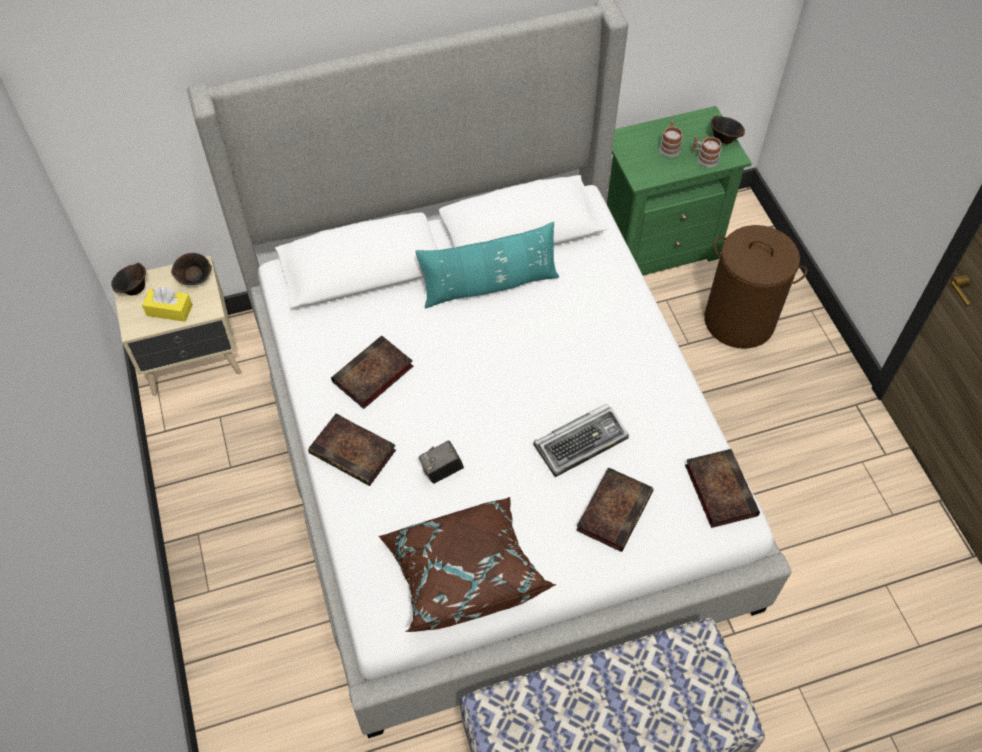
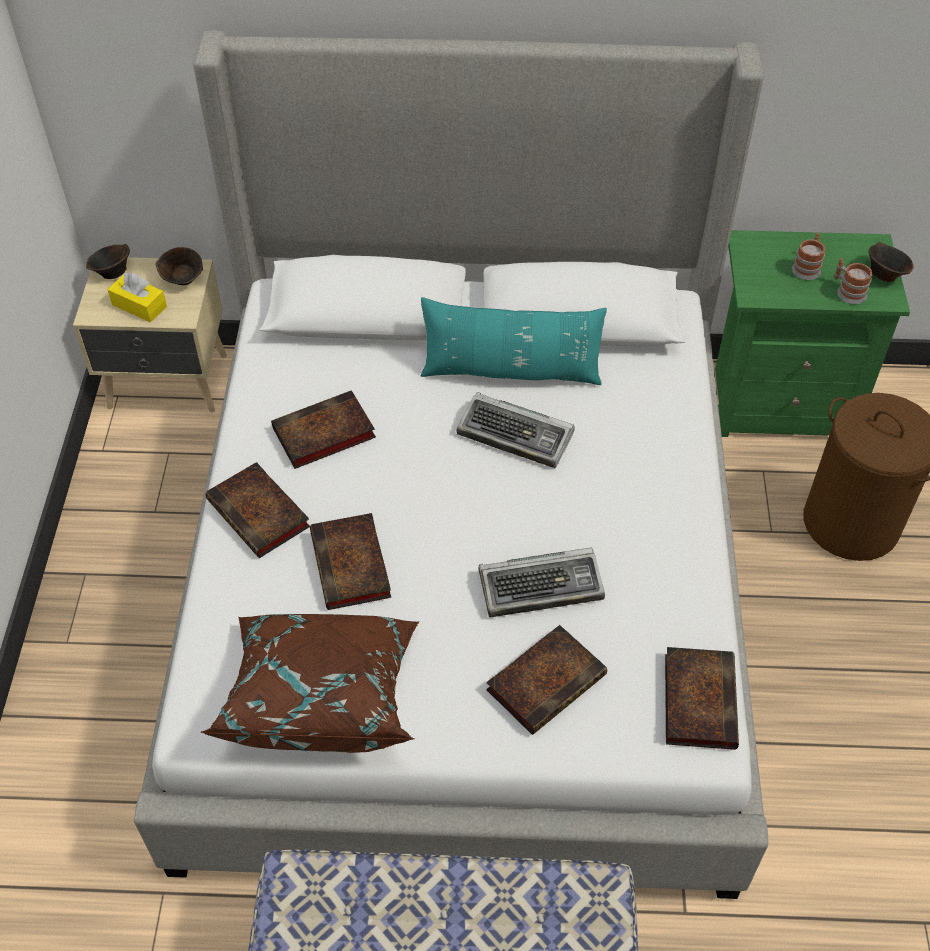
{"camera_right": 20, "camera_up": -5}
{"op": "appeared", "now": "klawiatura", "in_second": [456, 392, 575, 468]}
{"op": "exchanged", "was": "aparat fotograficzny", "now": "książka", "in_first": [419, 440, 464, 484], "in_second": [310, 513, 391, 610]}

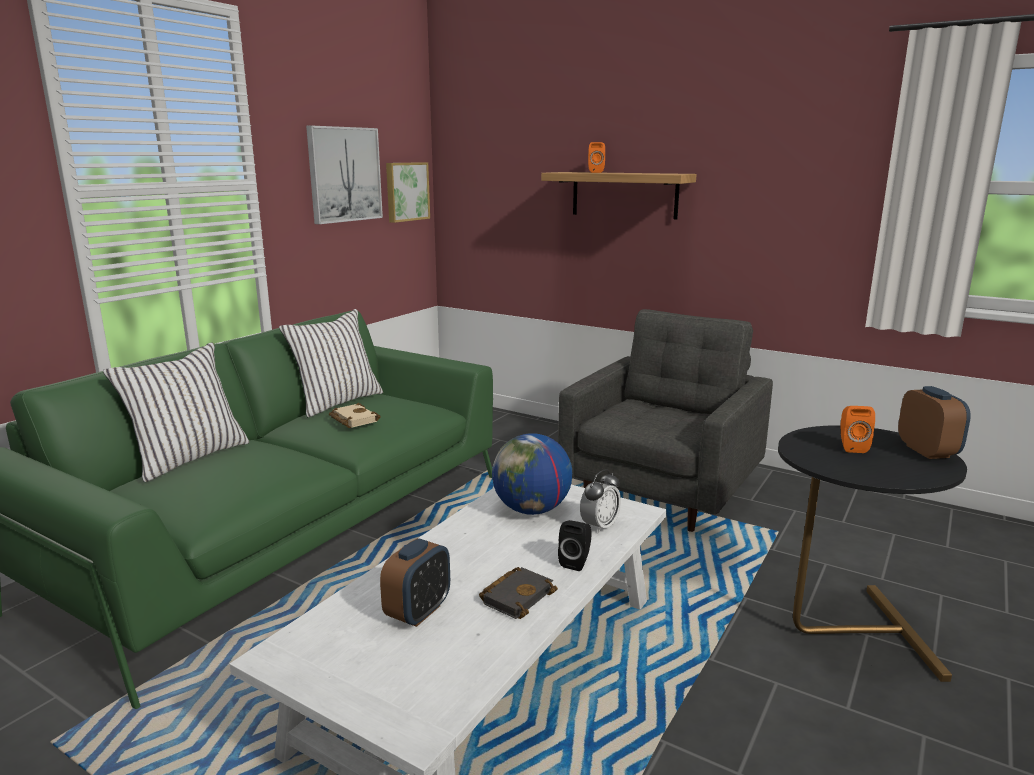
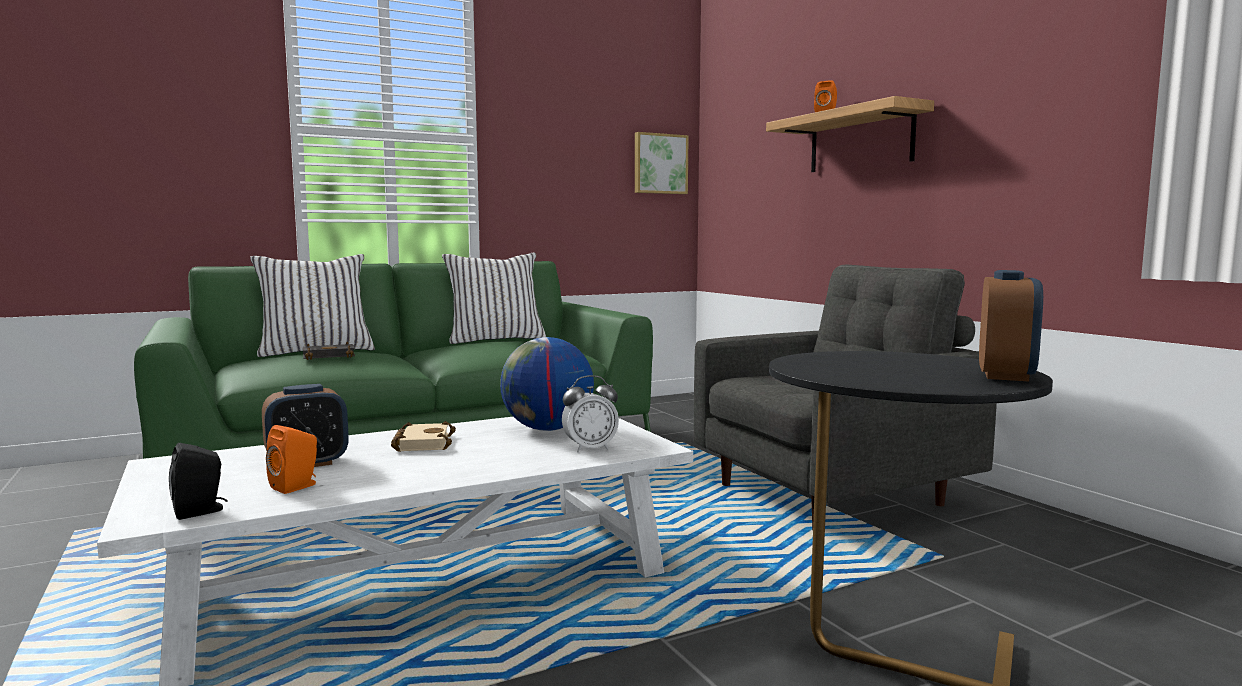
{"camera_right": 30, "camera_up": -10}
{"op": "missing", "was": "obraz", "in_first": [306, 125, 383, 224]}
{"op": "relocated", "was": "książka [beżowy]", "in_first": [329, 403, 381, 428], "in_second": [391, 421, 456, 452]}
{"op": "relocated", "was": "książka [czarny]", "in_first": [479, 567, 558, 619], "in_second": [303, 342, 355, 360]}
{"op": "relocated", "was": "głośnik [czarny]", "in_first": [558, 520, 592, 571], "in_second": [169, 443, 228, 520]}
{"op": "relocated", "was": "głośnik [pomarańczowy]", "in_first": [841, 406, 875, 453], "in_second": [266, 425, 317, 494]}

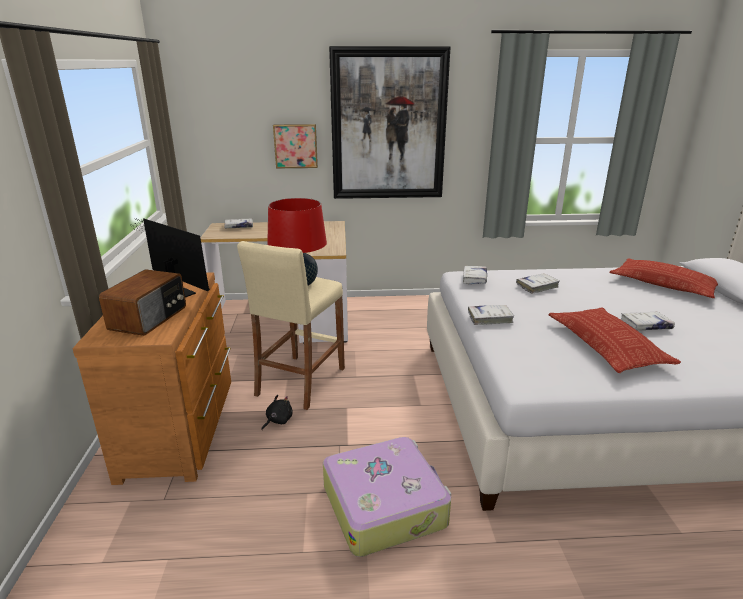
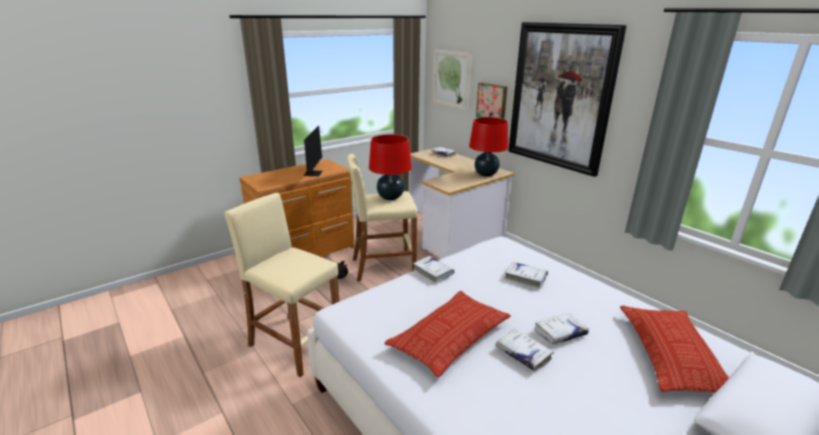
{"camera_right": 55, "camera_up": 0}
{"op": "missing", "was": "radio", "in_first": [99, 269, 186, 336]}
{"op": "appeared", "now": "obraz", "in_second": [432, 50, 472, 110]}
{"op": "appeared", "now": "lampa stołowa [czerwony]", "in_second": [469, 117, 508, 176]}
{"op": "relocated", "was": "książka [biały]", "in_first": [463, 266, 487, 284], "in_second": [534, 313, 589, 345]}
{"op": "exchanged", "was": "walizka", "now": "stołek [beżowy]", "in_first": [323, 437, 451, 557], "in_second": [224, 193, 339, 377]}

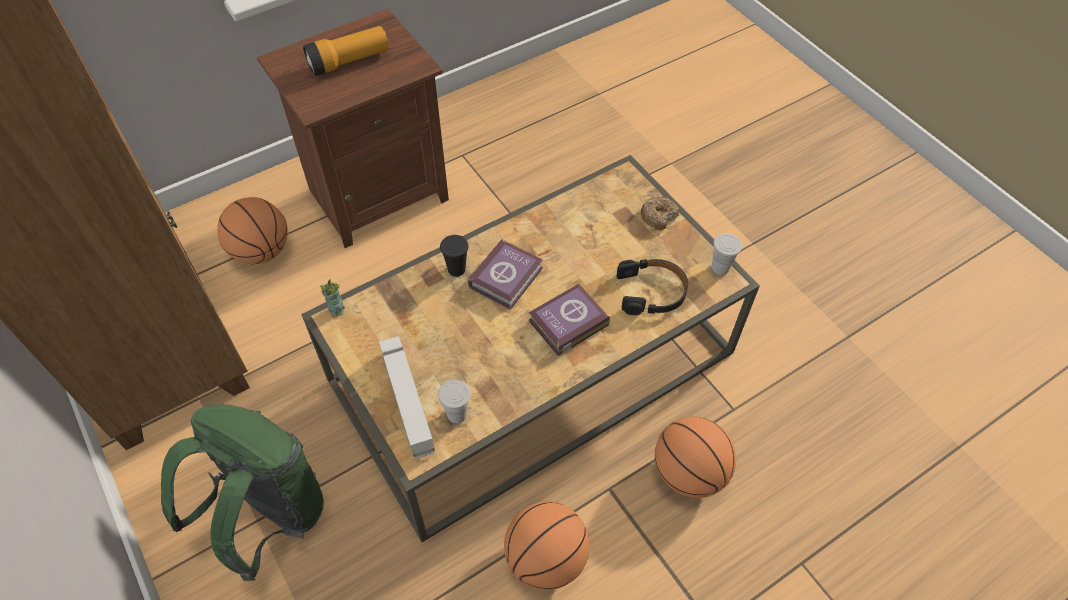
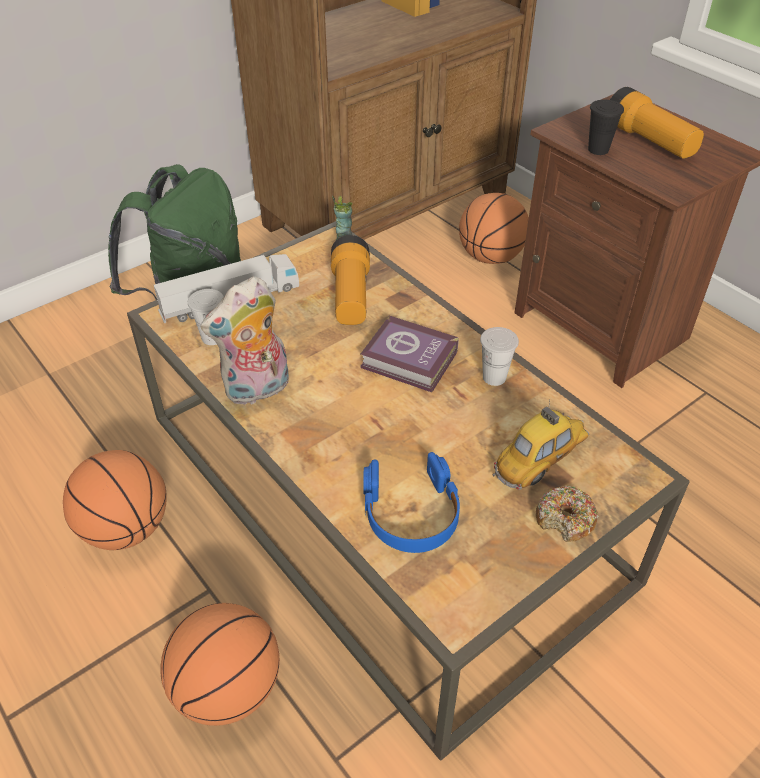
{"camera_right": 85, "camera_up": -10}
{"op": "missing", "was": "książka", "in_first": [529, 284, 610, 356]}
{"op": "appeared", "now": "pluszak", "in_second": [200, 276, 289, 405]}
{"op": "appeared", "now": "latarka", "in_second": [331, 235, 370, 325]}
{"op": "appeared", "now": "samochodzik", "in_second": [493, 399, 589, 490]}
{"op": "relocated", "was": "filiżanka [czarny]", "in_first": [440, 235, 469, 277], "in_second": [588, 100, 624, 155]}
{"op": "relocated", "was": "filiżanka [biały]", "in_first": [712, 233, 742, 275], "in_second": [480, 327, 519, 386]}
{"op": "colour", "was": "słuchawki [czarny]", "now": "słuchawki [niebieski]", "in_first": [617, 259, 688, 315], "in_second": [363, 452, 460, 553]}

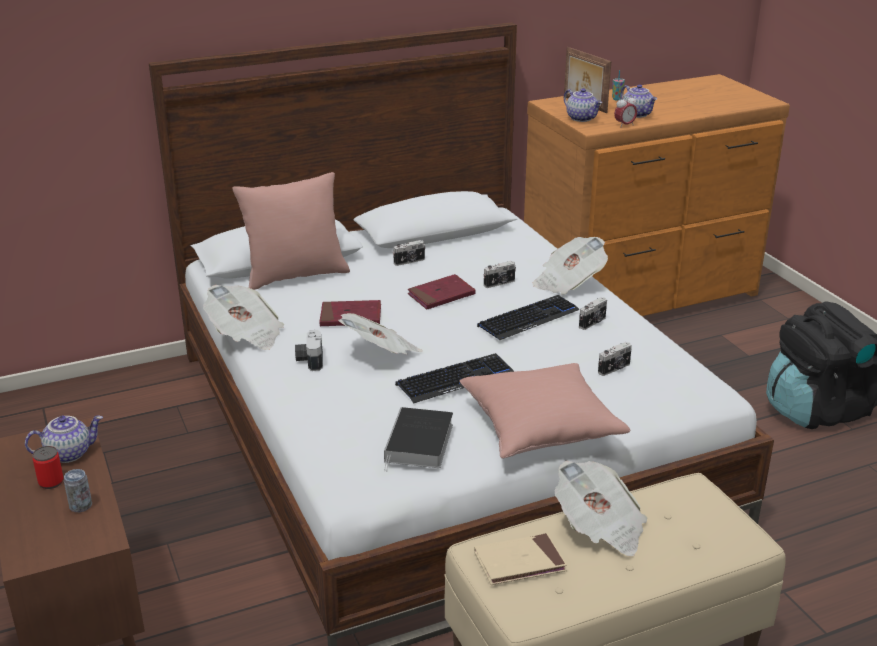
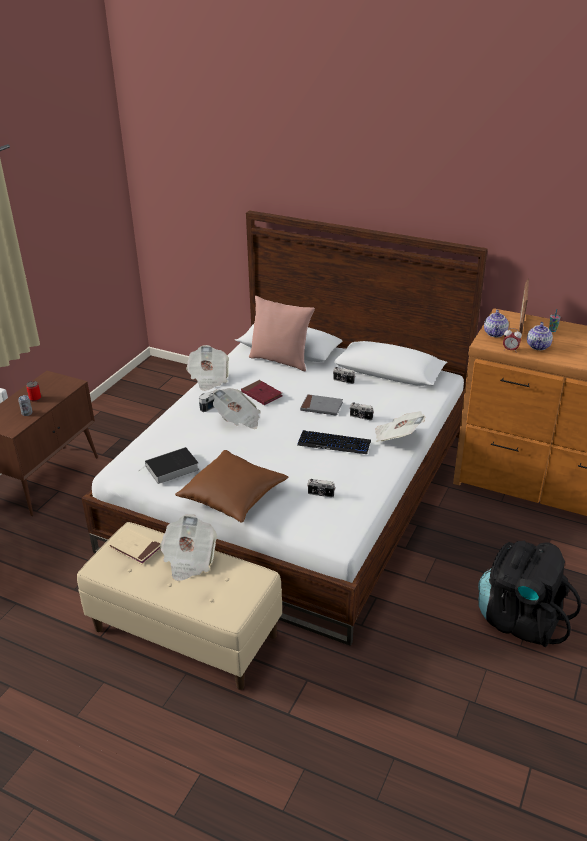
{"camera_right": 50, "camera_up": 5}
{"op": "missing", "was": "imbryk", "in_first": [25, 416, 103, 463]}
{"op": "missing", "was": "klawiatura", "in_first": [395, 353, 514, 404]}
{"op": "missing", "was": "aparat fotograficzny", "in_first": [579, 297, 607, 330]}
{"op": "colour", "was": "książka [czerwony]", "now": "książka [szary]", "in_first": [408, 274, 475, 309], "in_second": [300, 394, 343, 416]}
{"op": "colour", "was": "poduszka [różowy]", "now": "poduszka [brązowy]", "in_first": [460, 363, 630, 458], "in_second": [175, 450, 288, 523]}

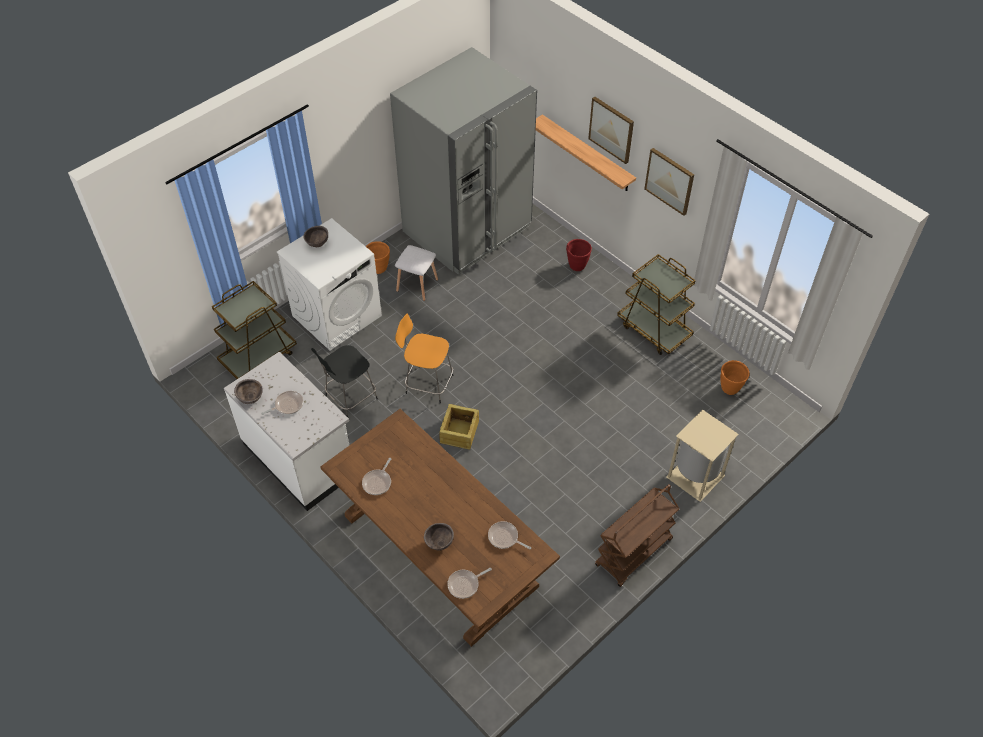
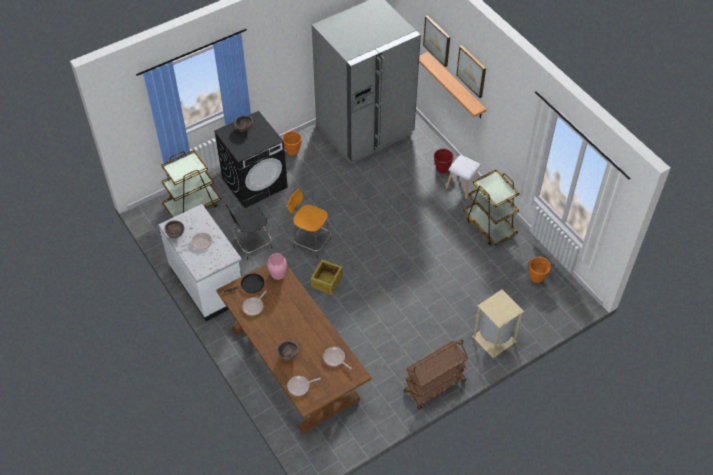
{"camera_right": 10, "camera_up": 0}
{"op": "appeared", "now": "patelnia [czarny]", "in_second": [224, 273, 265, 294]}
{"op": "appeared", "now": "wazon [różowy]", "in_second": [267, 253, 287, 280]}
{"op": "relocated", "was": "stołek [biały]", "in_first": [395, 245, 438, 301], "in_second": [446, 155, 481, 199]}
{"op": "relocated", "was": "obraz", "in_first": [644, 148, 694, 216], "in_second": [423, 15, 450, 67]}
{"op": "colour", "was": "pralka [biały]", "now": "pralka [czarny]", "in_first": [277, 218, 382, 351], "in_second": [214, 111, 288, 208]}

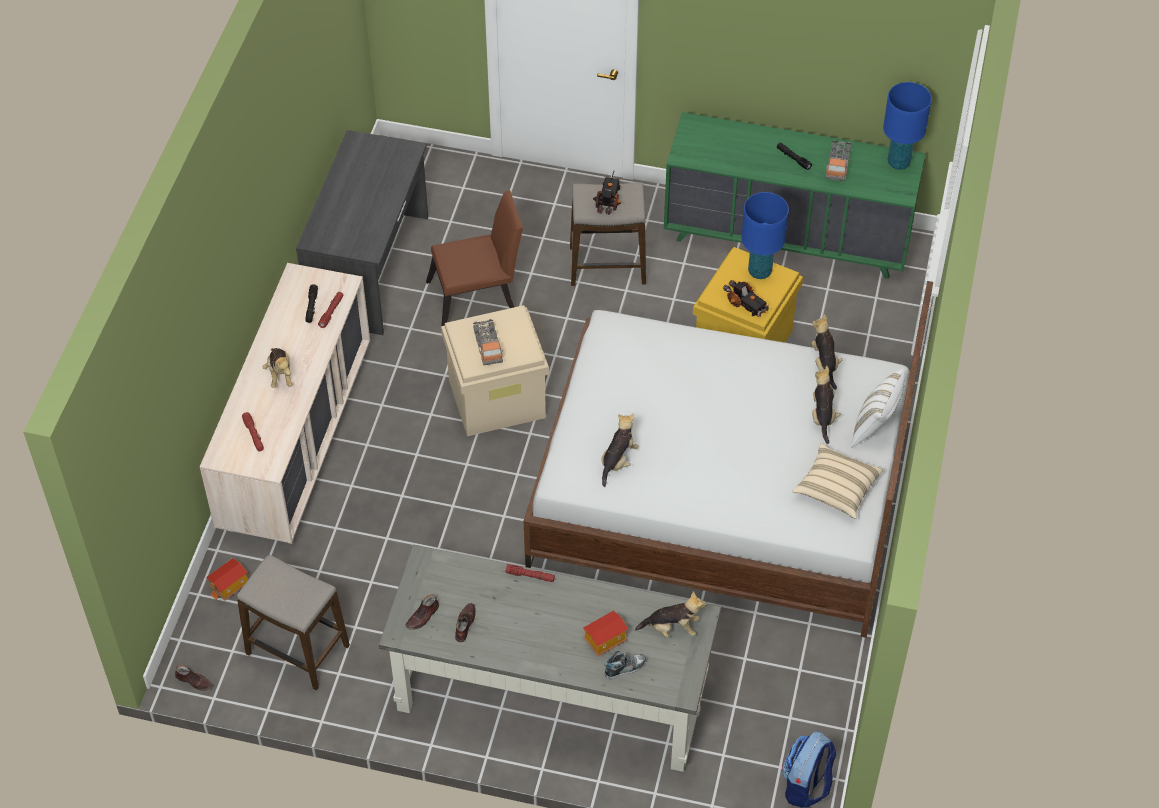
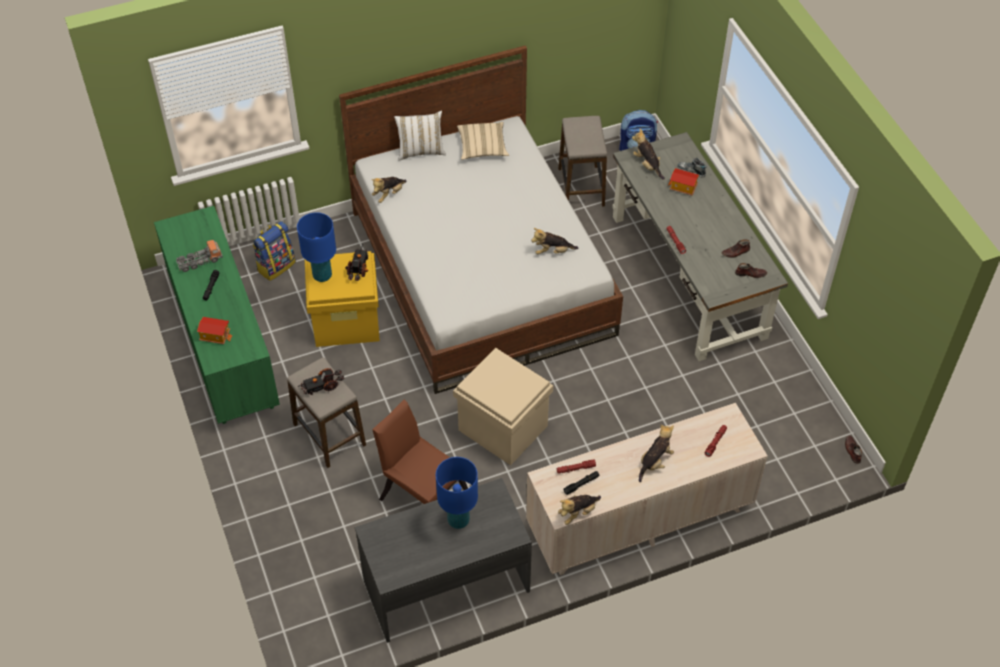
{"camera_right": -125, "camera_up": 0}
{"op": "missing", "was": "ciężarówka zabawkowa", "in_first": [473, 319, 503, 365]}
{"op": "appeared", "now": "plecak", "in_second": [253, 221, 296, 281]}
{"op": "relocated", "was": "domek", "in_first": [206, 558, 248, 601], "in_second": [197, 317, 232, 344]}
{"op": "relocated", "was": "stołek", "in_first": [237, 555, 350, 690], "in_second": [558, 116, 607, 206]}
{"op": "relocated", "was": "pluszak", "in_first": [812, 366, 840, 444], "in_second": [558, 495, 601, 525]}
{"op": "relocated", "was": "lampa stołowa [niebieski]", "in_first": [883, 82, 932, 170], "in_second": [436, 457, 478, 529]}

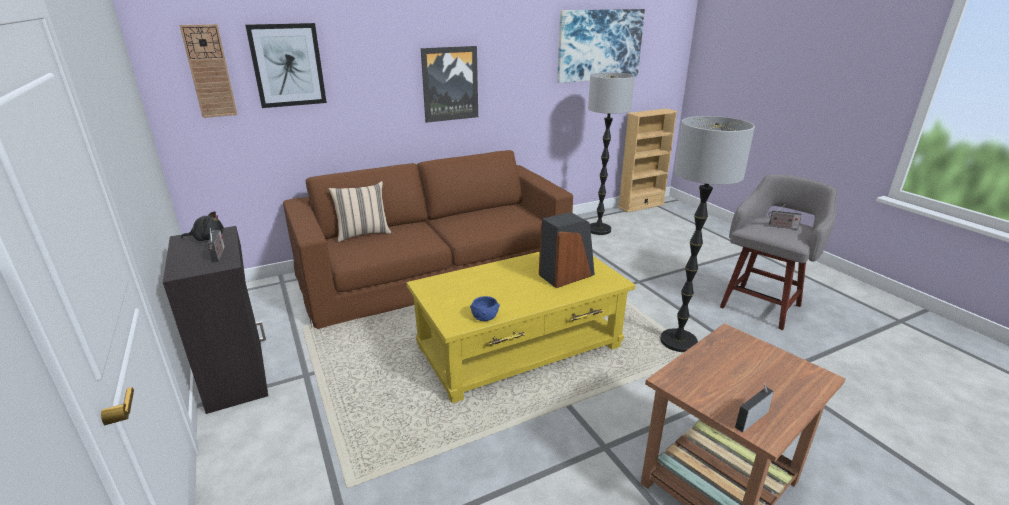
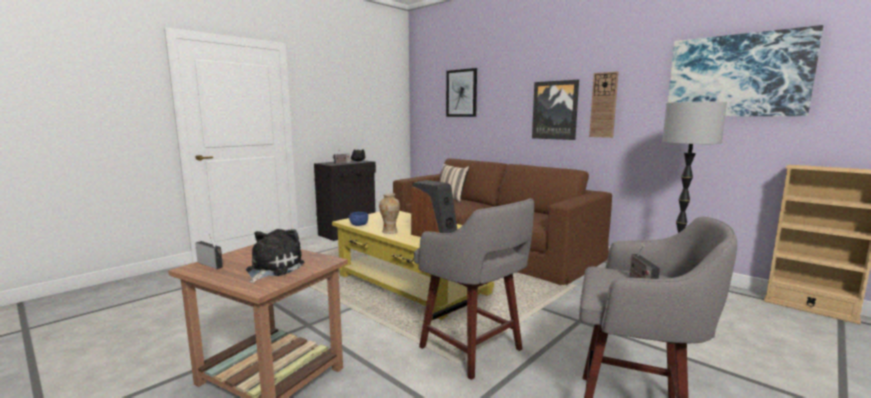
{"camera_right": 70, "camera_up": -15}
{"op": "appeared", "now": "pluszak", "in_second": [246, 229, 305, 283]}
{"op": "appeared", "now": "wazon", "in_second": [379, 193, 400, 234]}
{"op": "relocated", "was": "zegar ścienny", "in_first": [179, 24, 238, 118], "in_second": [589, 71, 619, 138]}
{"op": "exchanged", "was": "lampa stojąca", "now": "stołek [szary]", "in_first": [660, 116, 755, 352], "in_second": [414, 198, 534, 380]}

